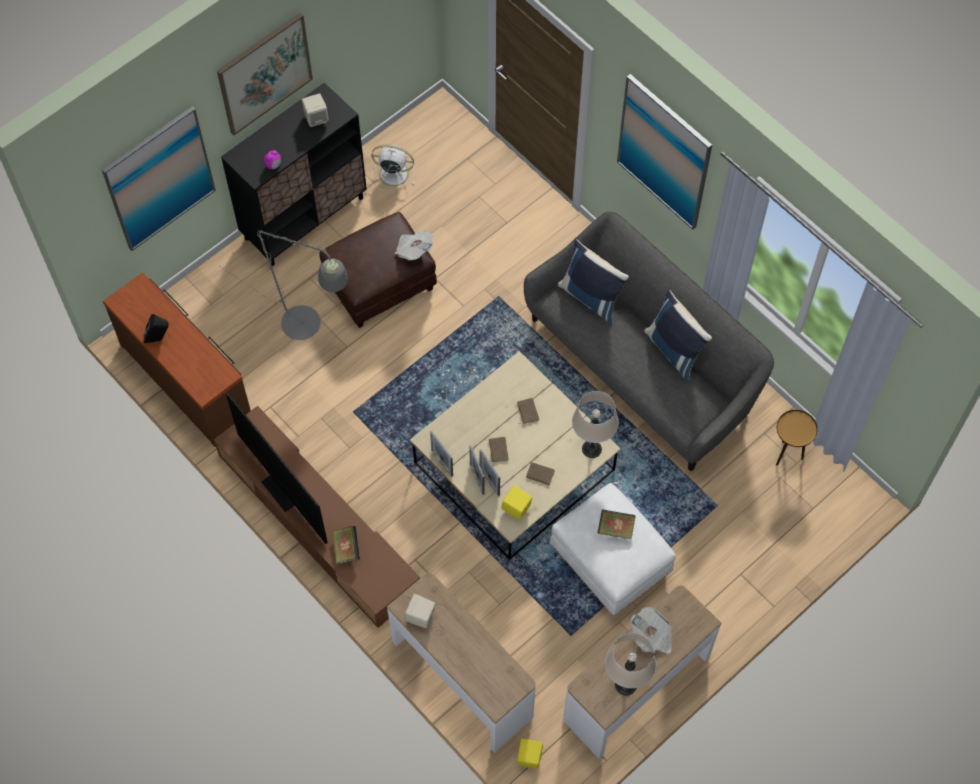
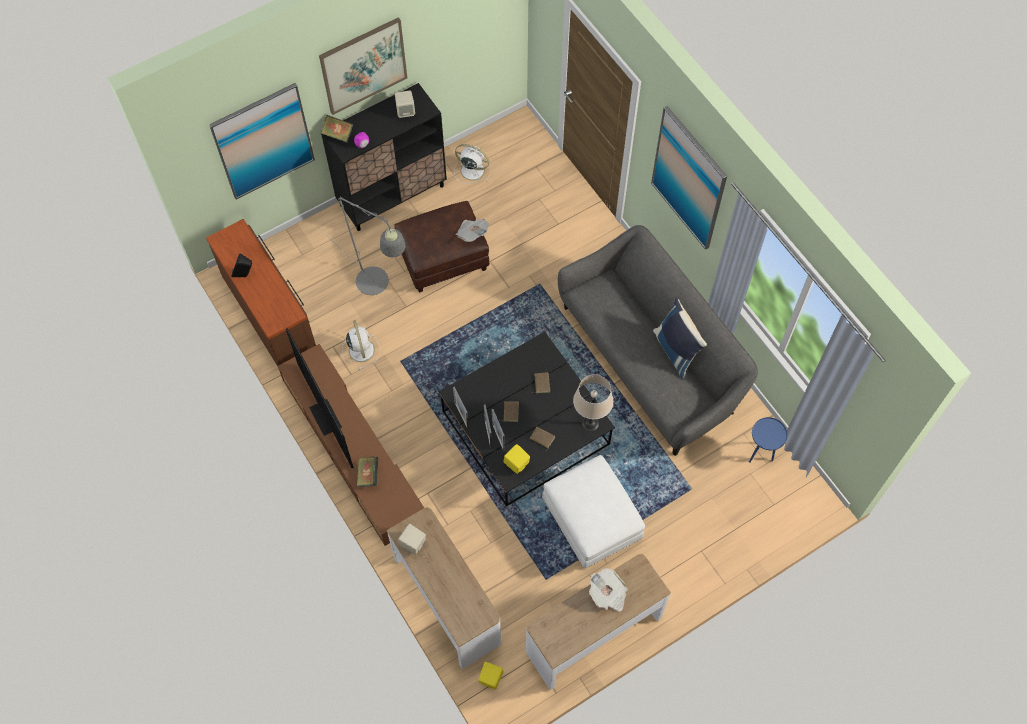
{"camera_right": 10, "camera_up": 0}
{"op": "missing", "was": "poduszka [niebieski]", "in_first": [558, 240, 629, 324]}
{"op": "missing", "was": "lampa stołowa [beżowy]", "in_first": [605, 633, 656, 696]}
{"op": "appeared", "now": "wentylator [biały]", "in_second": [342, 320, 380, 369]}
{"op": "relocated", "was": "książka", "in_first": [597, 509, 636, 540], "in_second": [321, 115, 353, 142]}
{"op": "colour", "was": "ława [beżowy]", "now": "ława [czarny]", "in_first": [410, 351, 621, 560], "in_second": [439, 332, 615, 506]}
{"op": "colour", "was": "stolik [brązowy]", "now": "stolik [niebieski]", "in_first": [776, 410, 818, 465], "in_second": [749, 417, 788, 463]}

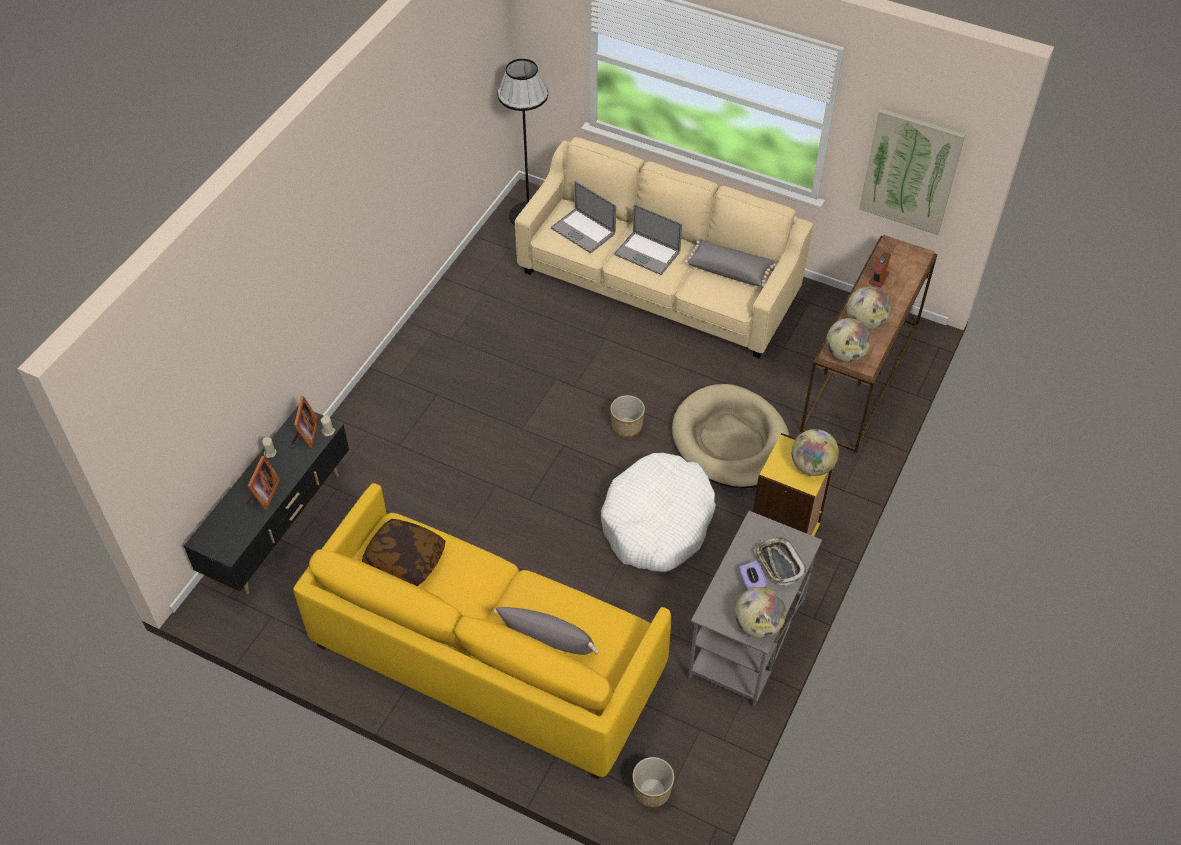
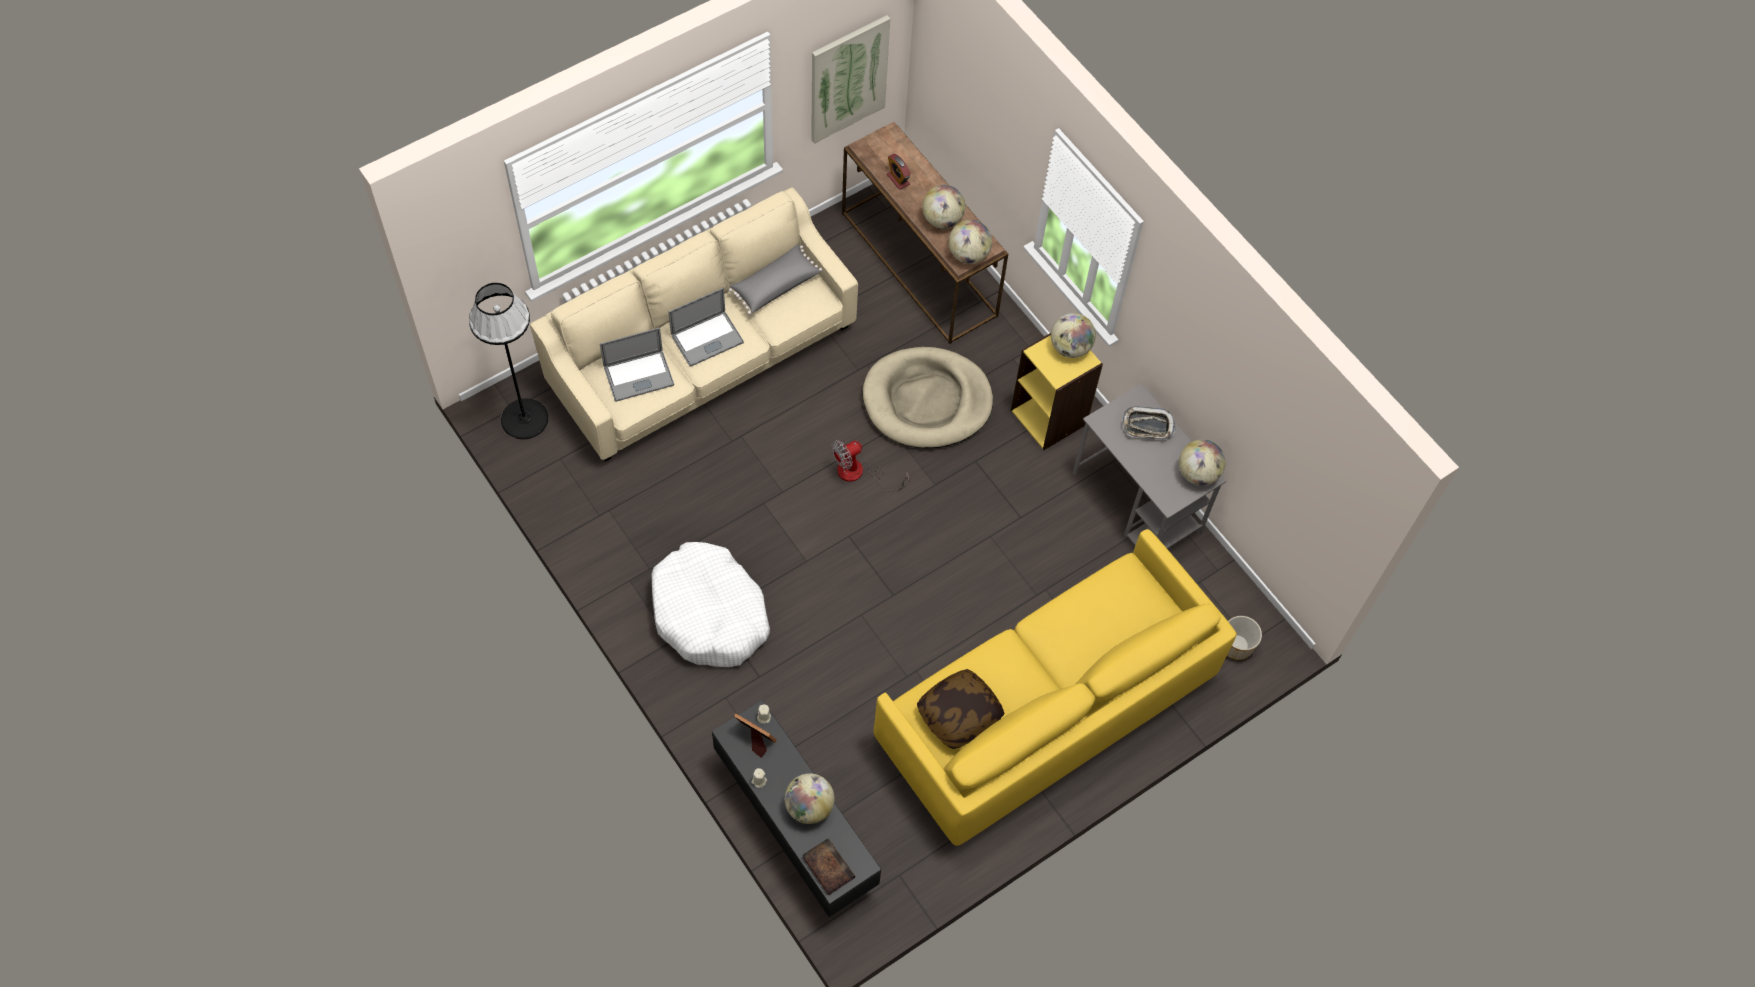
{"camera_right": -65, "camera_up": 10}
{"op": "missing", "was": "poduszka [szary]", "in_first": [493, 607, 599, 655]}
{"op": "missing", "was": "pudełko chusteczek [fioletowy]", "in_first": [739, 560, 767, 590]}
{"op": "appeared", "now": "książka", "in_second": [803, 838, 855, 895]}
{"op": "relocated", "was": "legowisko [biały]", "in_first": [601, 453, 716, 572], "in_second": [652, 542, 770, 667]}
{"op": "exchanged", "was": "ramka na zdjęcie", "now": "globus", "in_first": [247, 456, 280, 510], "in_second": [785, 773, 835, 824]}
{"op": "exchanged", "was": "donica", "now": "wentylator", "in_first": [610, 395, 645, 437], "in_second": [832, 440, 910, 492]}

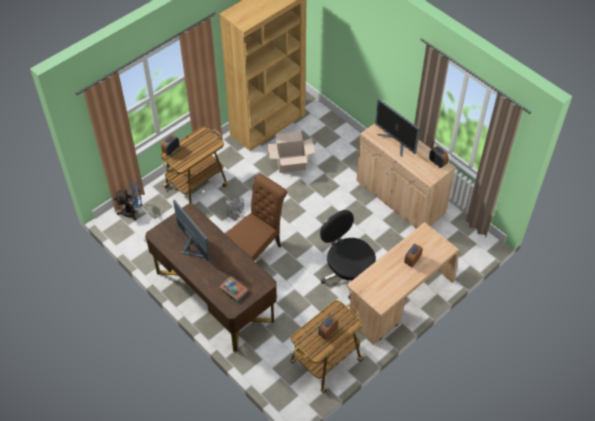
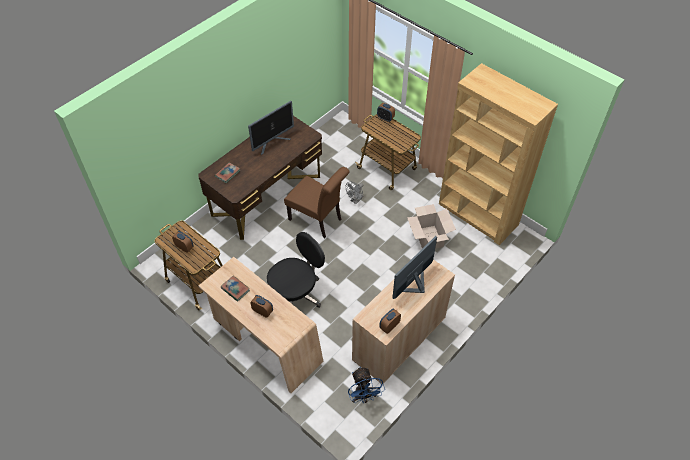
{"camera_right": 85, "camera_up": 0}
{"op": "appeared", "now": "książka", "in_second": [221, 276, 250, 301]}
{"op": "relocated", "was": "wentylator [niebieski]", "in_first": [114, 180, 142, 220], "in_second": [348, 367, 385, 403]}

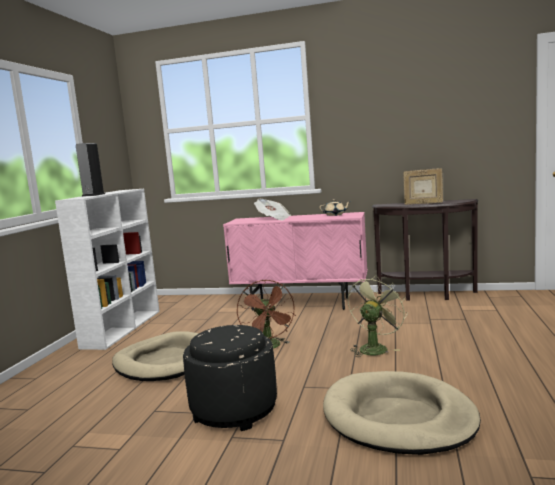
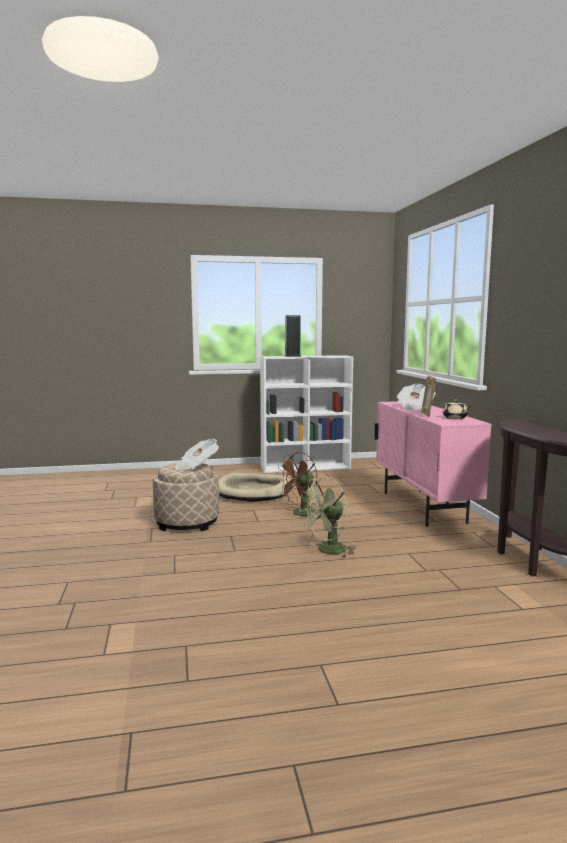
{"camera_right": 65, "camera_up": 0}
{"op": "missing", "was": "legowisko [beżowy]", "in_first": [323, 371, 481, 455]}
{"op": "appeared", "now": "gazeta", "in_second": [174, 439, 219, 470]}
{"op": "relocated", "was": "ramka na zdjęcie", "in_first": [403, 168, 443, 205], "in_second": [421, 376, 436, 417]}
{"op": "colour", "was": "pufa [czarny]", "now": "pufa [beżowy]", "in_first": [183, 325, 277, 431], "in_second": [153, 463, 219, 531]}
{"op": "spun", "was": "wentylator [zielony]", "in_first": [348, 275, 408, 357], "in_second": [298, 477, 355, 558], "clockwise": 135}

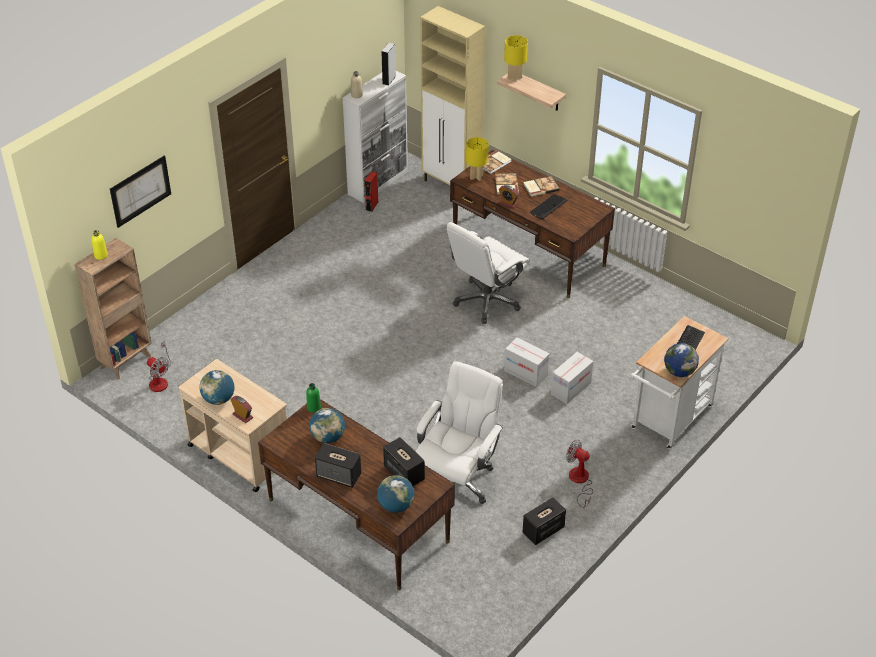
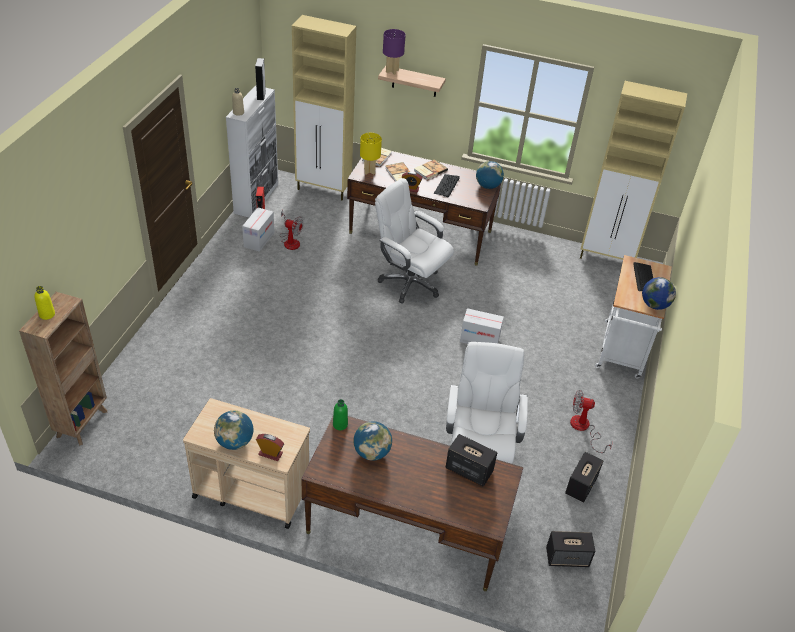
{"camera_right": -25, "camera_up": 0}
{"op": "missing", "was": "obraz", "in_first": [110, 155, 171, 228]}
{"op": "appeared", "now": "szafka [beżowy]", "in_second": [580, 81, 687, 260]}
{"op": "relocated", "was": "wentylator", "in_first": [147, 341, 171, 392], "in_second": [280, 210, 303, 250]}
{"op": "relocated", "was": "głośnik", "in_first": [315, 443, 361, 488], "in_second": [546, 531, 595, 567]}
{"op": "relocated", "was": "globus", "in_first": [377, 475, 414, 513], "in_second": [476, 161, 504, 189]}
{"op": "relocated", "was": "karton", "in_first": [551, 352, 593, 404], "in_second": [242, 208, 274, 252]}
{"op": "colour", "was": "lampa stołowa [żółty]", "now": "lampa stołowa [fioletowy]", "in_first": [504, 35, 528, 82], "in_second": [383, 29, 406, 75]}
{"op": "spun", "was": "krzesło biurowe [biały]", "in_first": [447, 222, 530, 324], "in_second": [375, 178, 454, 304], "clockwise": 105}

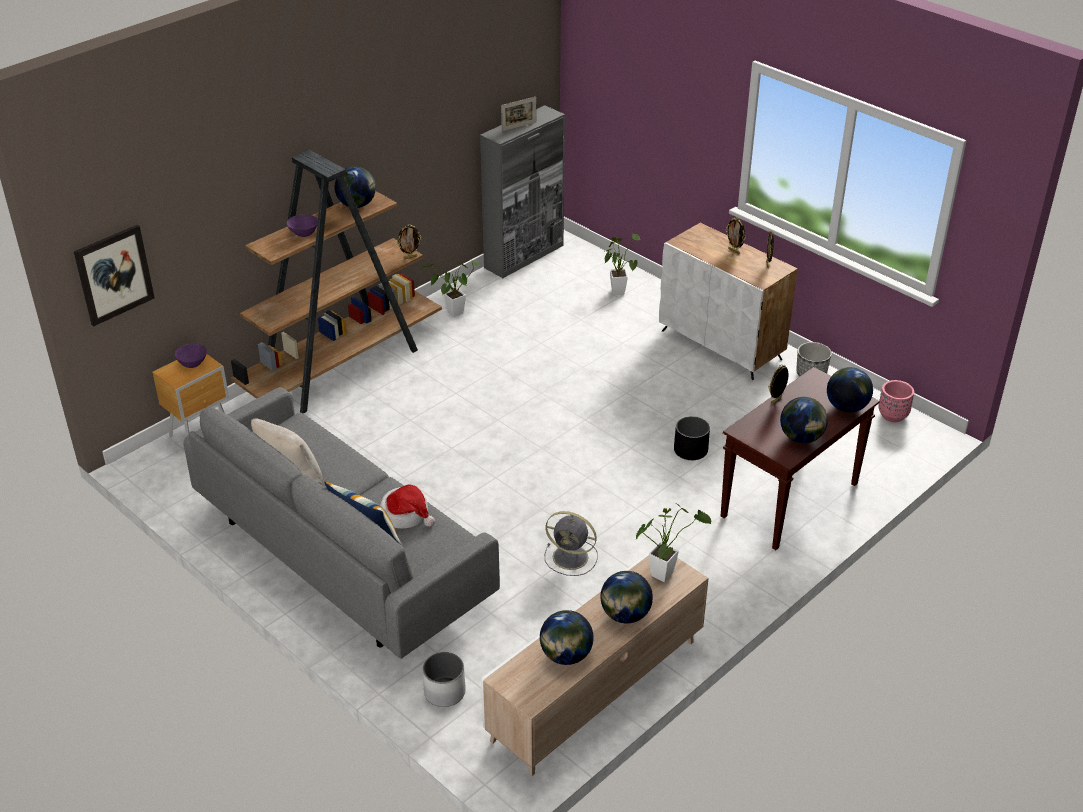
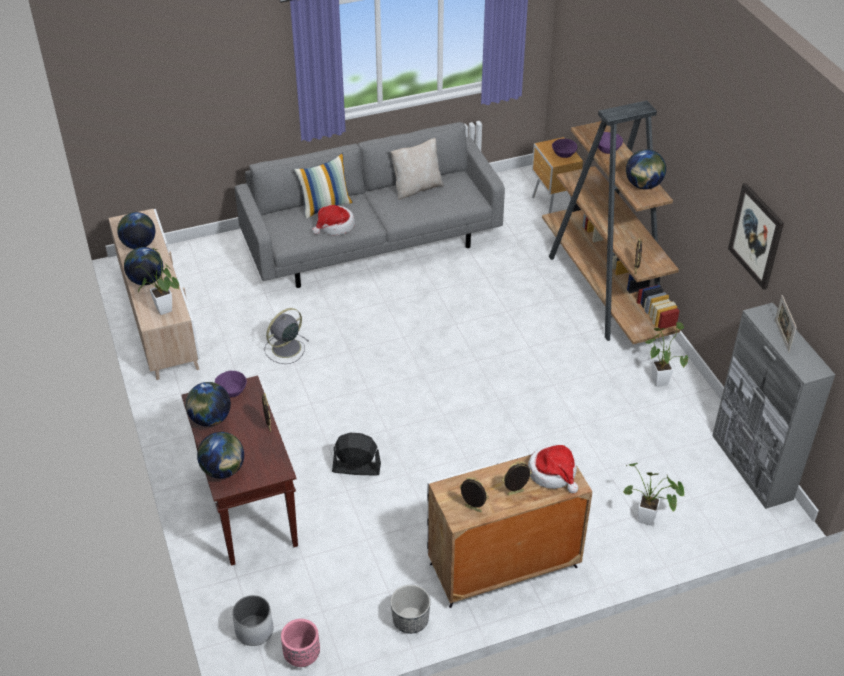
{"camera_right": 115, "camera_up": 5}
{"op": "appeared", "now": "miska [fioletowy]", "in_second": [215, 371, 247, 397]}
{"op": "appeared", "now": "kapelusz", "in_second": [528, 444, 578, 493]}
{"op": "relocated", "was": "obraz", "in_first": [74, 225, 155, 326], "in_second": [728, 183, 784, 290]}
{"op": "relocated", "was": "donica [biały]", "in_first": [423, 652, 466, 707], "in_second": [232, 595, 273, 646]}
{"op": "exchanged", "was": "donica [czarny]", "now": "wentylator [czarny]", "in_first": [674, 416, 710, 460], "in_second": [332, 433, 381, 476]}

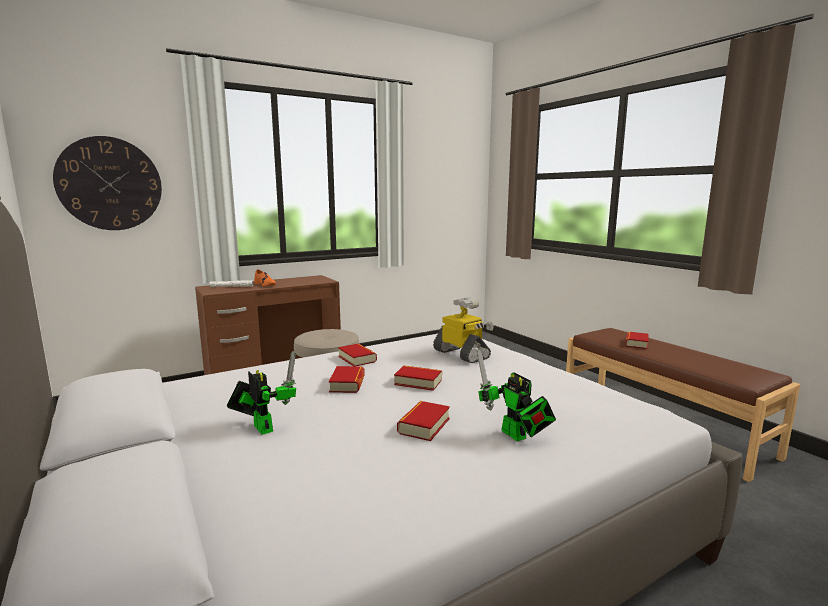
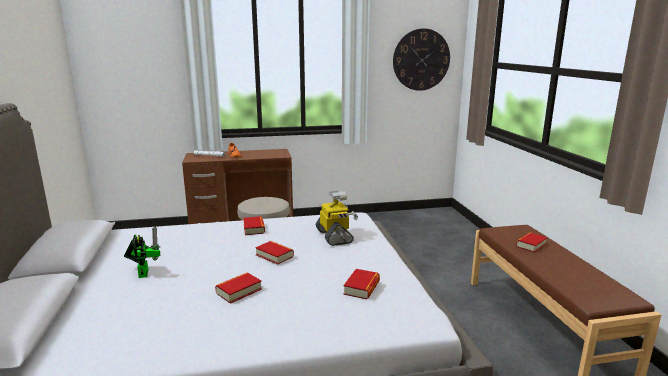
{"camera_right": 20, "camera_up": 5}
{"op": "missing", "was": "robot zabawkowy", "in_first": [477, 349, 556, 441]}
{"op": "relocated", "was": "zegar ścienny", "in_first": [53, 136, 162, 230], "in_second": [393, 28, 450, 91]}
{"op": "relocated", "was": "książka", "in_first": [329, 366, 365, 393], "in_second": [343, 269, 380, 299]}

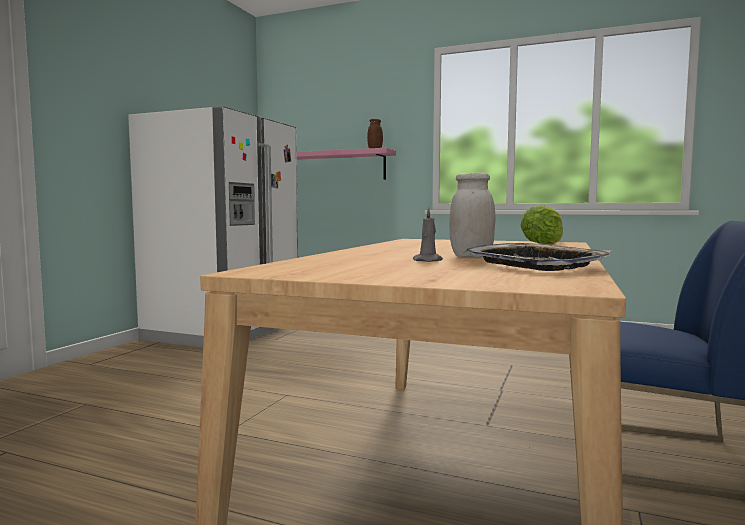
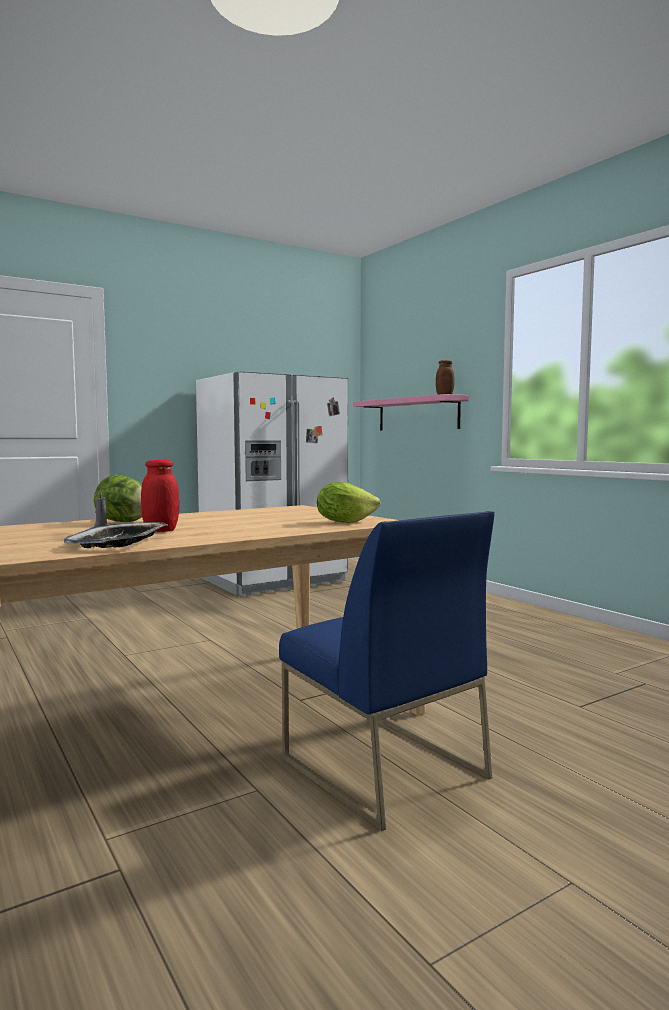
{"camera_right": 35, "camera_up": 0}
{"op": "appeared", "now": "sałata", "in_second": [94, 474, 142, 522]}
{"op": "colour", "was": "słoik [biały]", "now": "słoik [czerwony]", "in_first": [449, 172, 495, 257], "in_second": [141, 460, 179, 532]}

